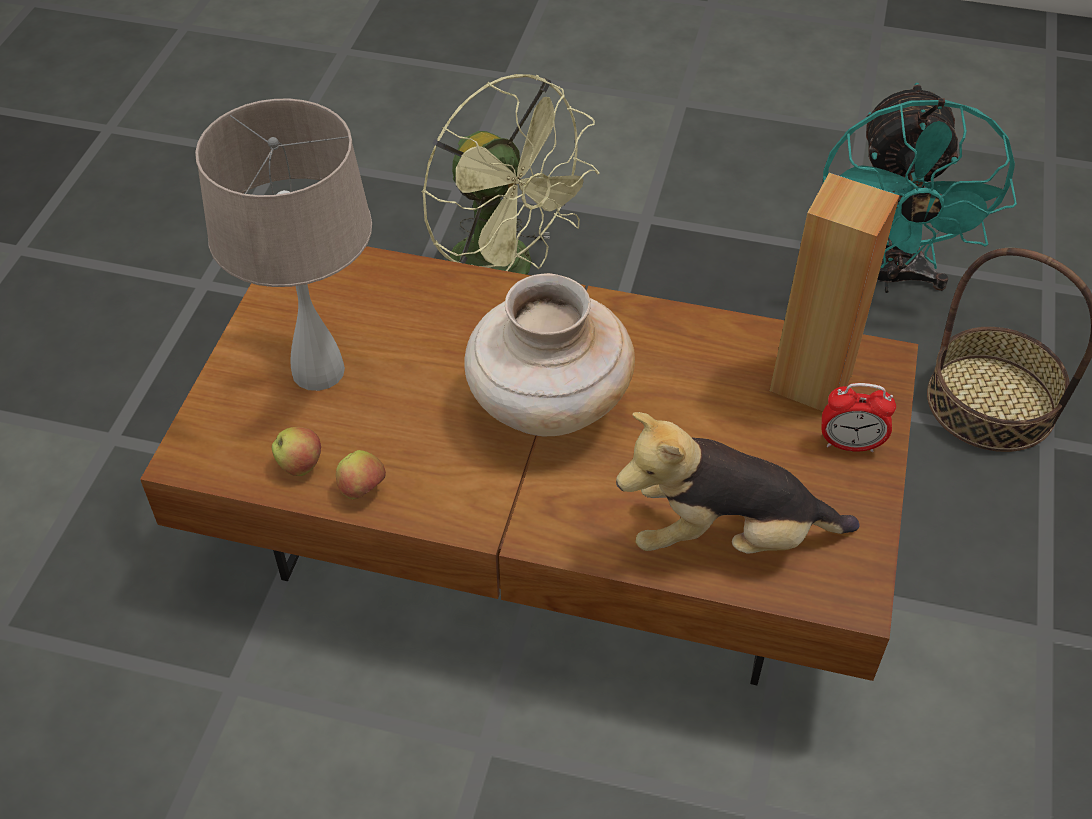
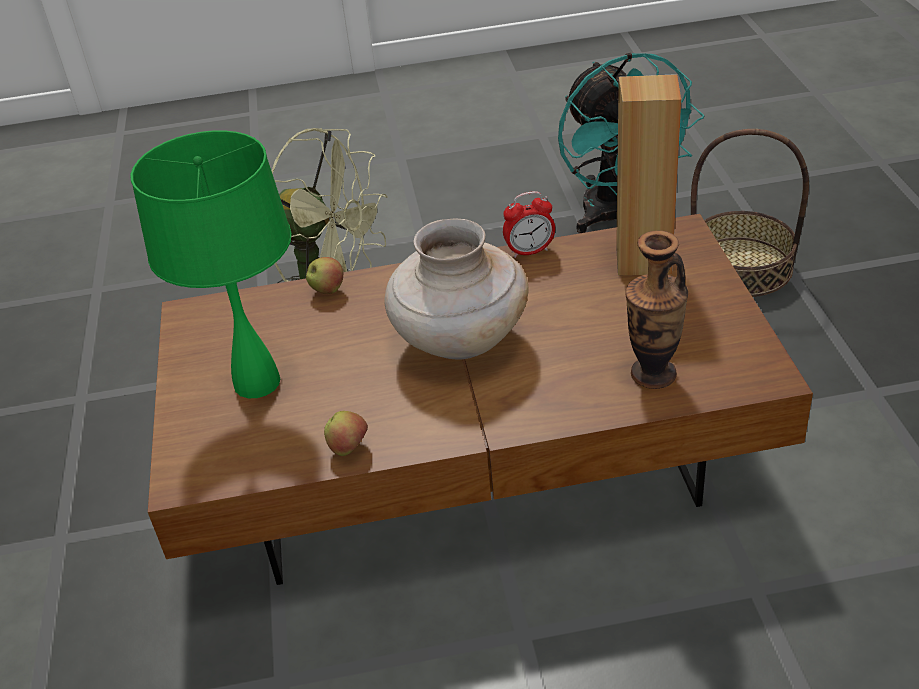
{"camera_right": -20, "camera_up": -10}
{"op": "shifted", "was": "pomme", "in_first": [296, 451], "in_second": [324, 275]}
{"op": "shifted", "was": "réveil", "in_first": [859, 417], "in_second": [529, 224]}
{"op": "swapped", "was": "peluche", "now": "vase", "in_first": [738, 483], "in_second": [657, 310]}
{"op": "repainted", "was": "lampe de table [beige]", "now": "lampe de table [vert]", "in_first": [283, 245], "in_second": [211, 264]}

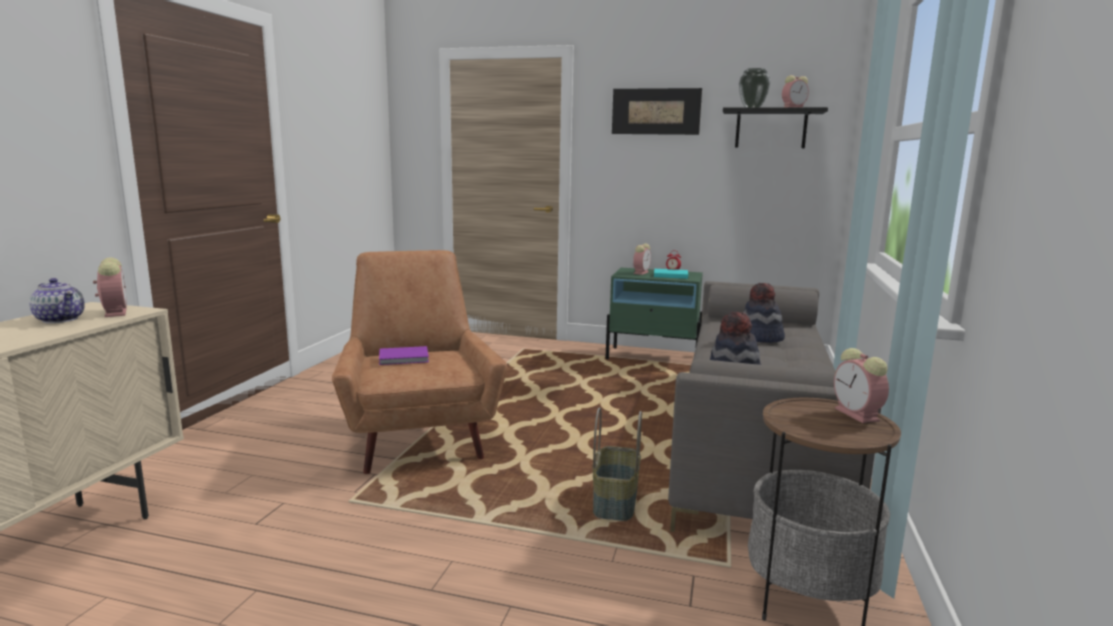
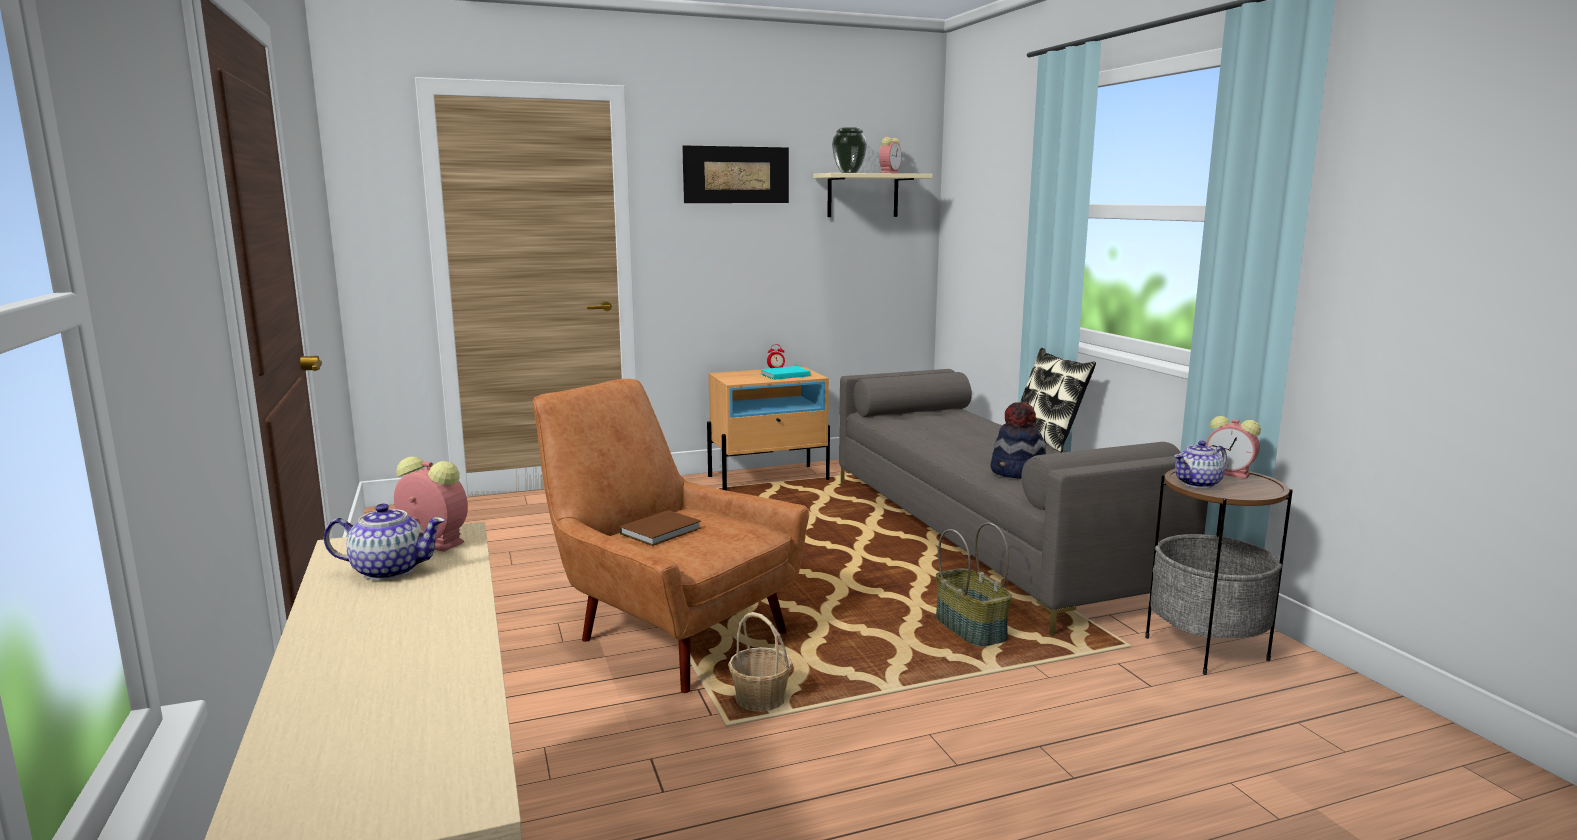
{"camera_right": -35, "camera_up": 0}
{"op": "gone", "was": "réveil", "in_first": [642, 259]}
{"op": "gone", "was": "chapeau", "in_first": [764, 313]}
{"op": "new", "now": "panier", "in_second": [760, 662]}
{"op": "new", "now": "coussin", "in_second": [1058, 400]}
{"op": "new", "now": "théière", "in_second": [1200, 464]}
{"op": "repainted", "was": "livre [violet]", "now": "livre [marron]", "in_first": [404, 355], "in_second": [660, 528]}
{"op": "repainted", "was": "table de chevet [vert]", "now": "table de chevet [beige]", "in_first": [654, 313], "in_second": [768, 429]}
{"op": "repainted", "was": "étagère [noir]", "now": "étagère [beige]", "in_first": [775, 127], "in_second": [872, 195]}

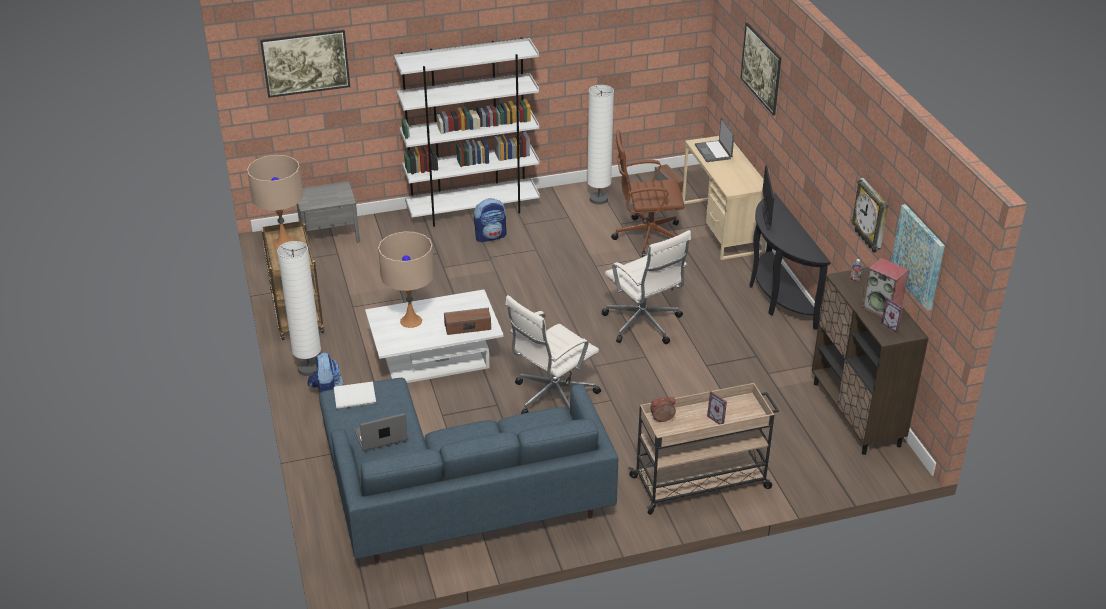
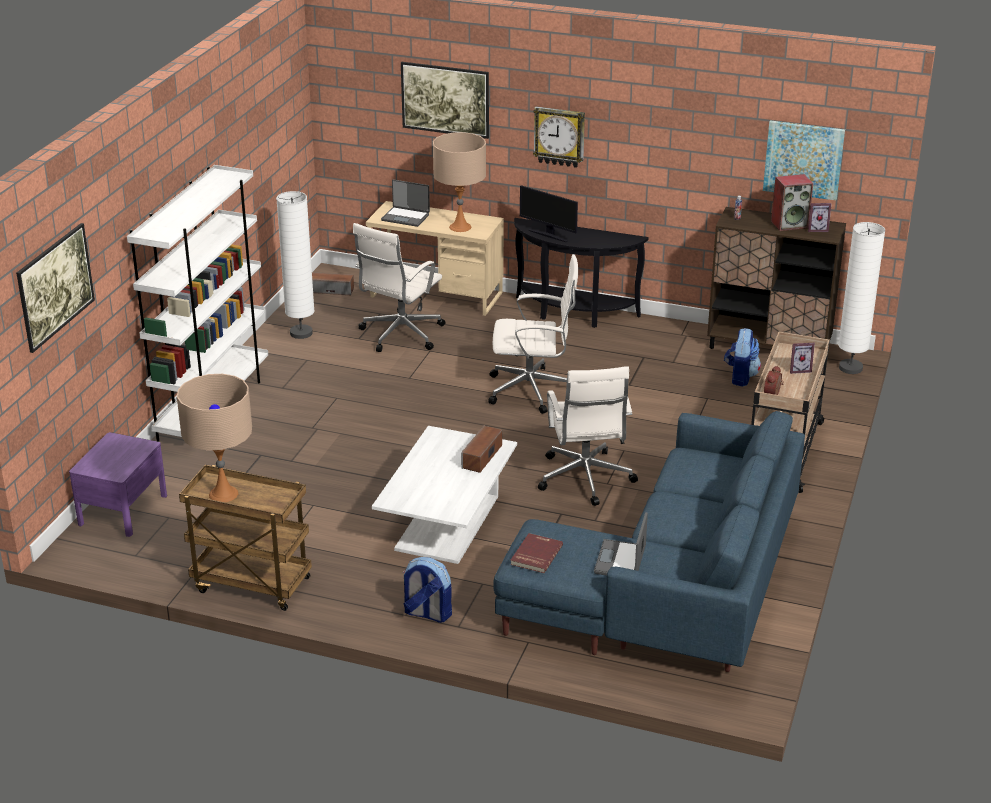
{"camera_right": -55, "camera_up": -5}
{"op": "shifted", "was": "lampadaire [blanc]", "in_first": [299, 308], "in_second": [861, 298]}
{"op": "shifted", "was": "lampe de table [beige]", "in_first": [406, 279], "in_second": [459, 182]}
{"op": "shifted", "was": "sac à dos", "in_first": [490, 220], "in_second": [742, 357]}
{"op": "shifted", "was": "horloge murale", "in_first": [869, 215], "in_second": [559, 137]}
{"op": "repainted", "was": "table de chevet [gris]", "now": "table de chevet [violet]", "in_first": [328, 212], "in_second": [118, 484]}
{"op": "repainted", "was": "livre [blanc]", "now": "livre [rouge]", "in_first": [355, 395], "in_second": [536, 553]}
{"op": "repainted", "was": "chaise de bureau [marron]", "now": "chaise de bureau [blanc]", "in_first": [647, 193], "in_second": [399, 287]}

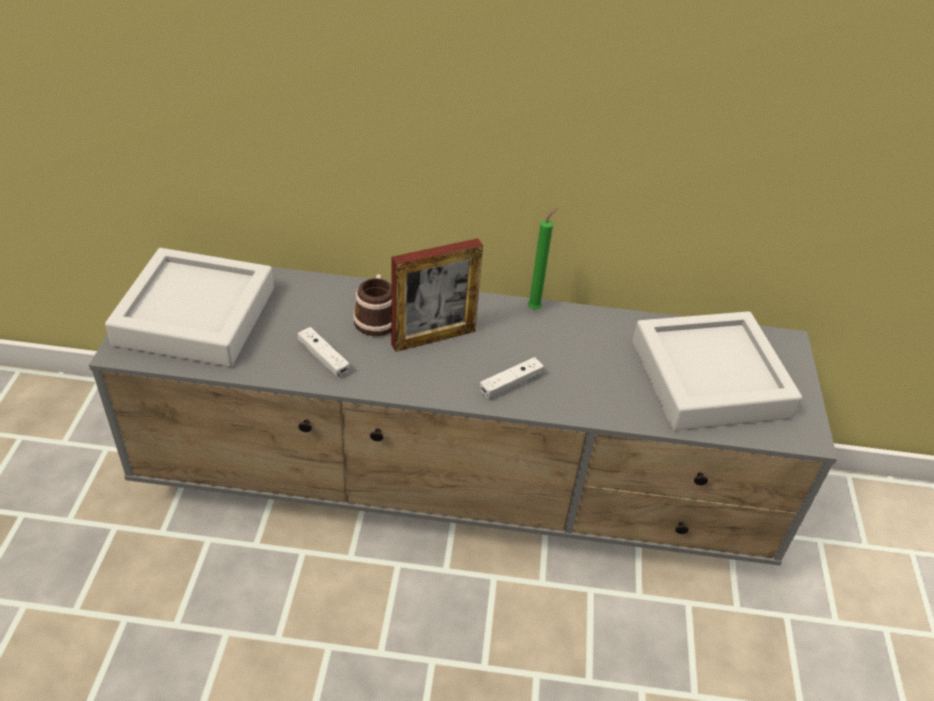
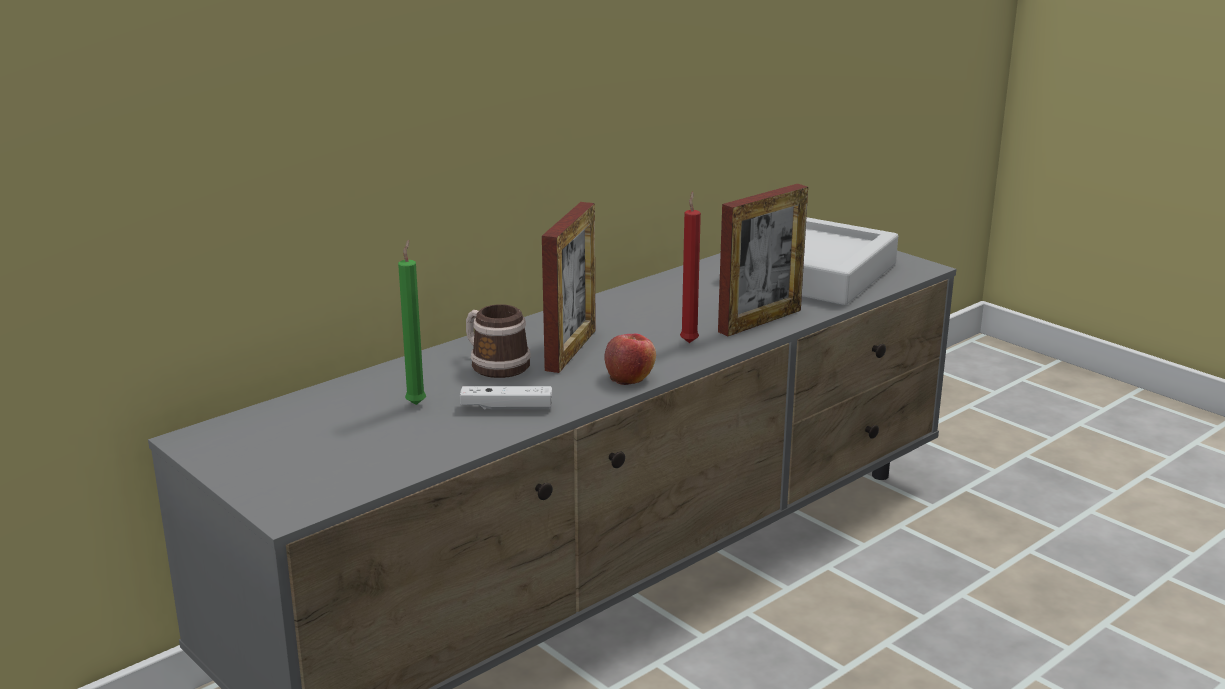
{"camera_right": -45, "camera_up": -20}
{"op": "gone", "was": "plateau [gris]", "in_first": [189, 307]}
{"op": "new", "now": "pomme", "in_second": [630, 359]}
{"op": "new", "now": "cadre photo", "in_second": [763, 260]}
{"op": "shifted", "was": "bougie [vert]", "in_first": [543, 258], "in_second": [412, 322]}
{"op": "swapped", "was": "manette [blanc]", "now": "bougie [rouge]", "in_first": [512, 378], "in_second": [690, 267]}

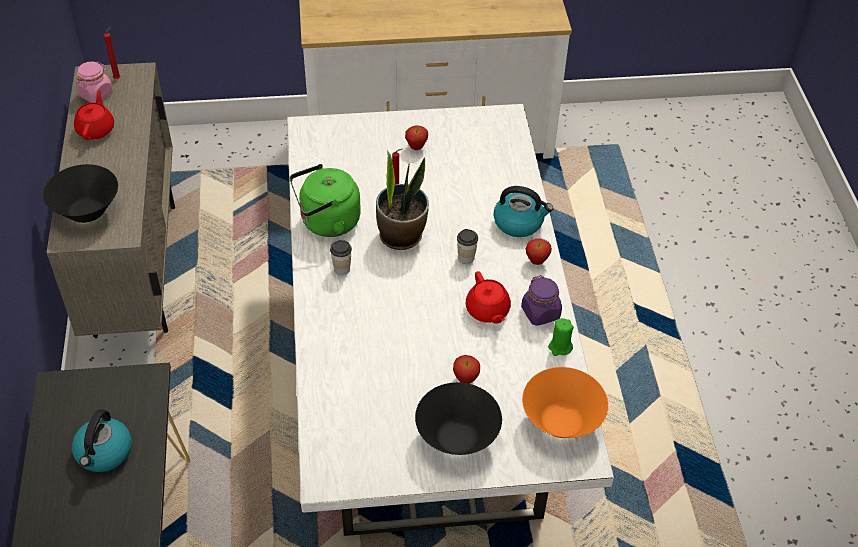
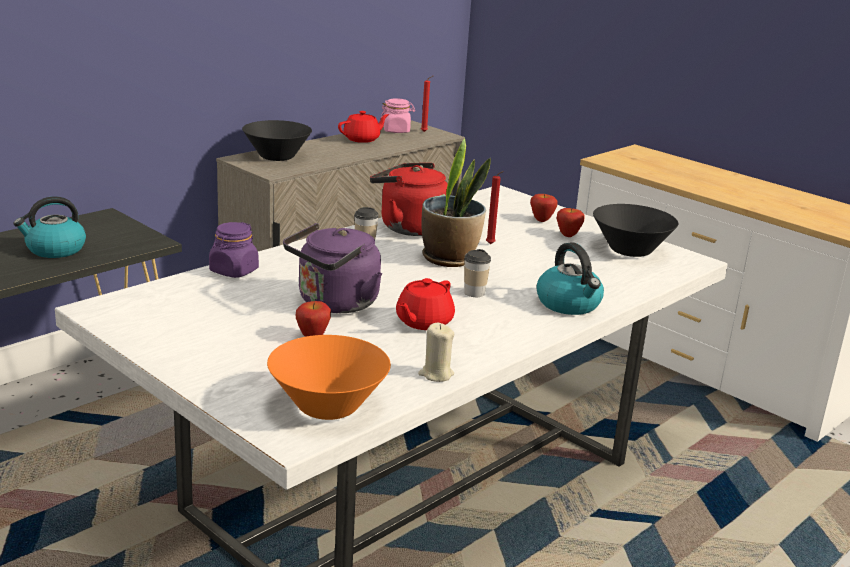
{"camera_right": 50, "camera_up": -25}
{"op": "new", "now": "bouilloire [violet]", "in_second": [332, 268]}
{"op": "shifted", "was": "bol [noir]", "in_first": [458, 418], "in_second": [635, 230]}
{"op": "shifted", "was": "bocal [violet]", "in_first": [541, 300], "in_second": [234, 250]}
{"op": "shifted", "was": "pomme", "in_first": [539, 252], "in_second": [543, 208]}
{"op": "repainted", "was": "bouilloire [vert]", "now": "bouilloire [rouge]", "in_first": [325, 200], "in_second": [409, 199]}
{"op": "repainted", "was": "bougie [vert]", "now": "bougie [beige]", "in_first": [561, 337], "in_second": [436, 352]}

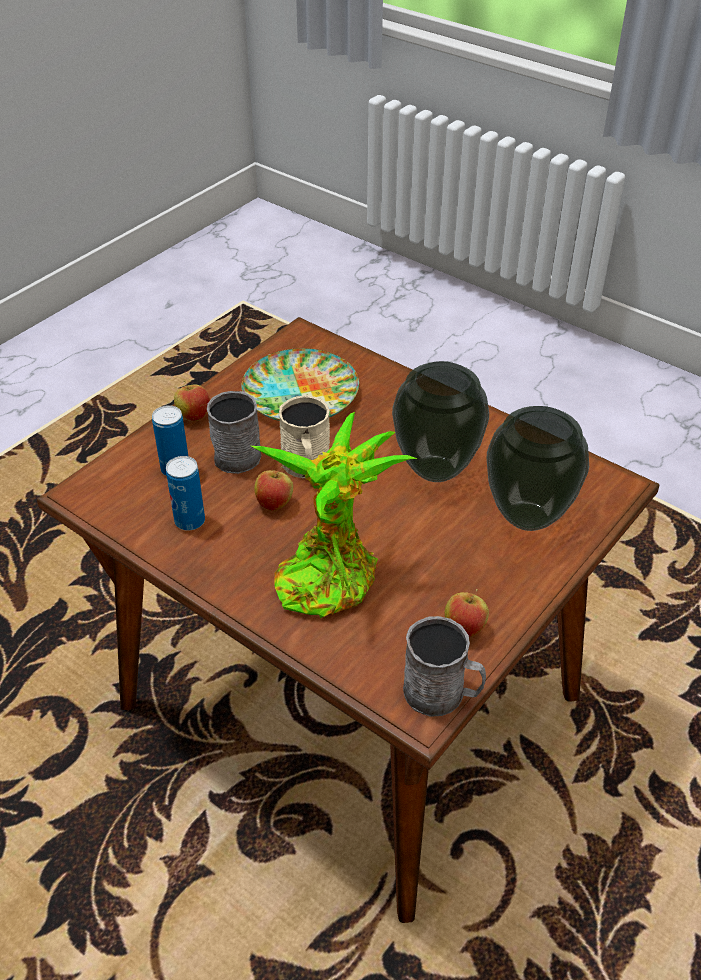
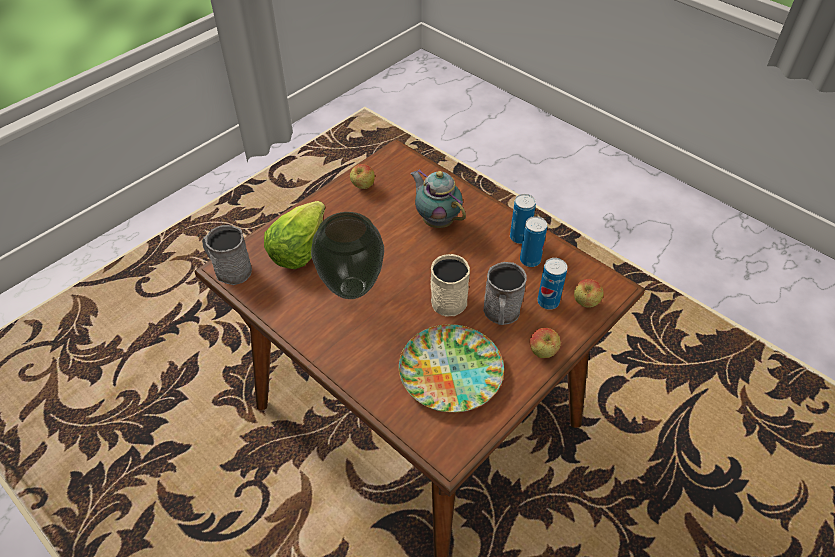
{"camera_right": -175, "camera_up": 5}
{"op": "new", "now": "boîte métallique", "in_second": [523, 219]}
{"op": "shifted", "was": "pomme", "in_first": [273, 488], "in_second": [588, 293]}
{"op": "shifted", "was": "mug [gris]", "in_first": [444, 666], "in_second": [227, 255]}
{"op": "swapped", "was": "plante en pot", "now": "théière", "in_first": [334, 515], "in_second": [438, 198]}
{"op": "swapped", "was": "vase", "now": "laitue", "in_first": [538, 468], "in_second": [294, 235]}

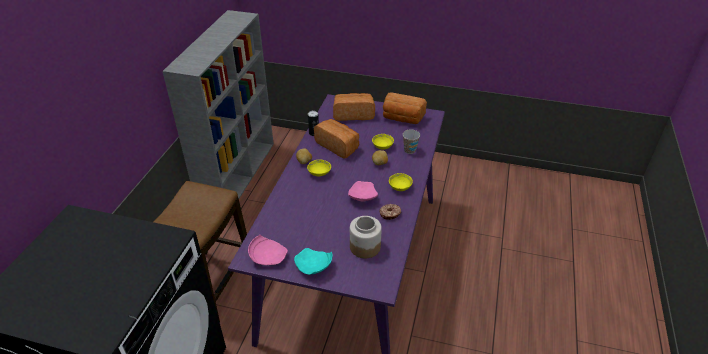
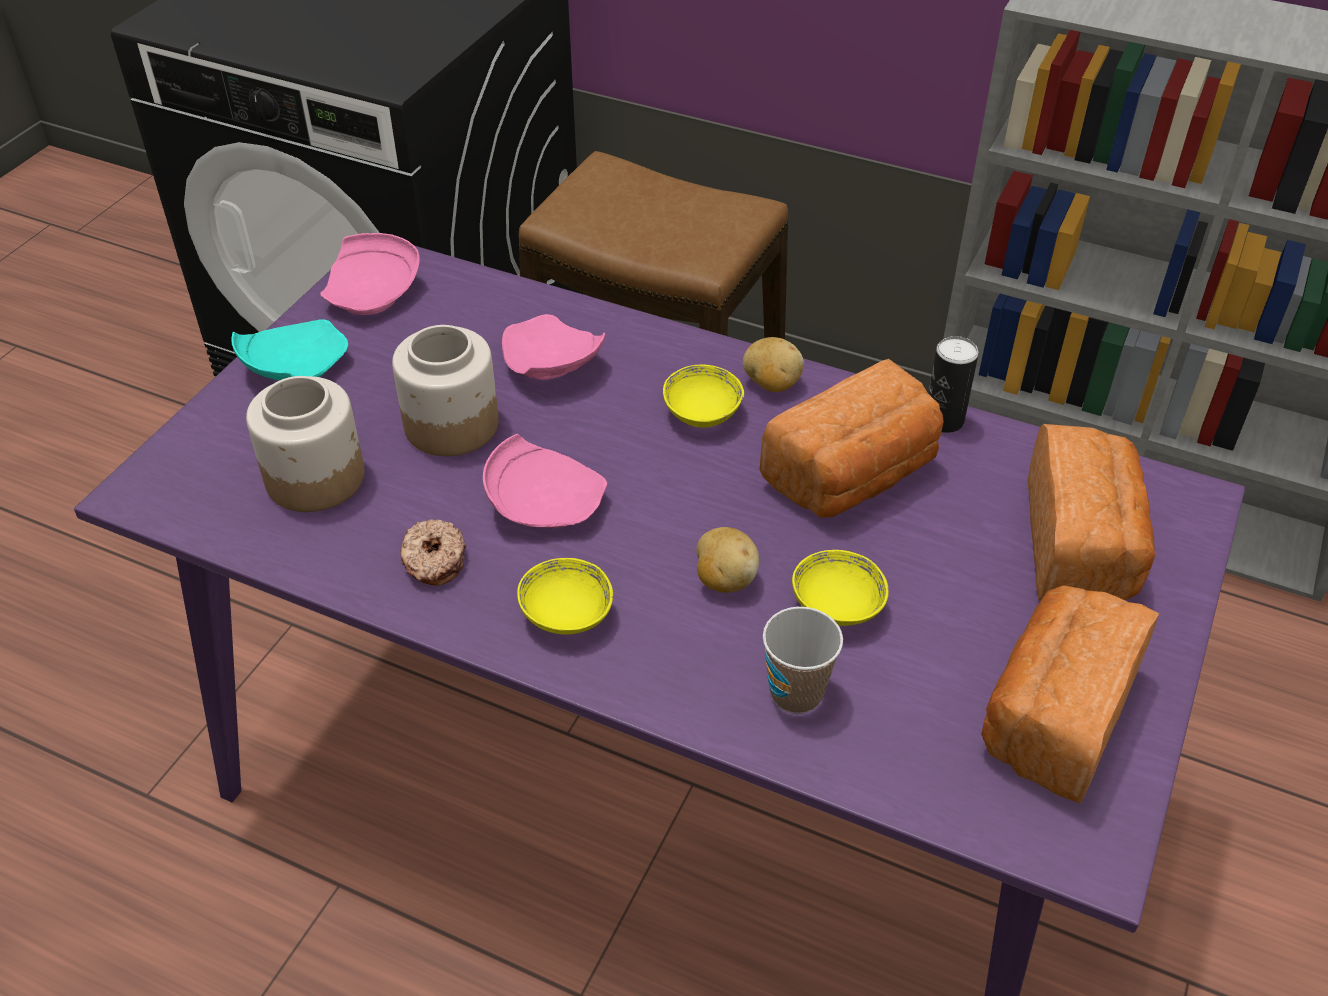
{"camera_right": 100, "camera_up": 5}
{"op": "new", "now": "bocal", "in_second": [445, 390]}
{"op": "new", "now": "assiette [rose]", "in_second": [553, 347]}

